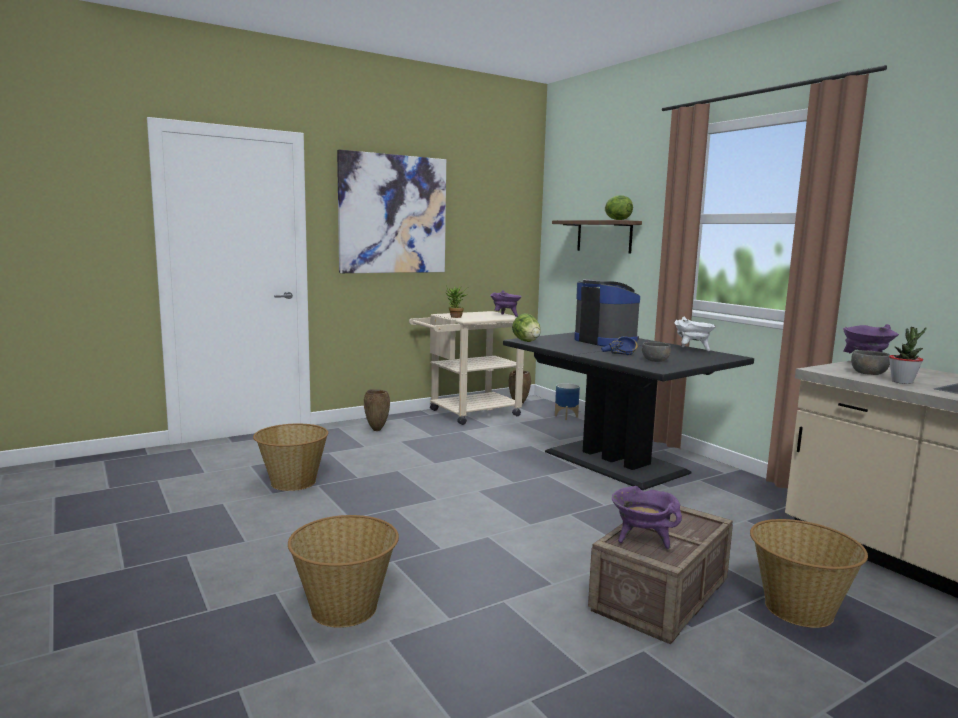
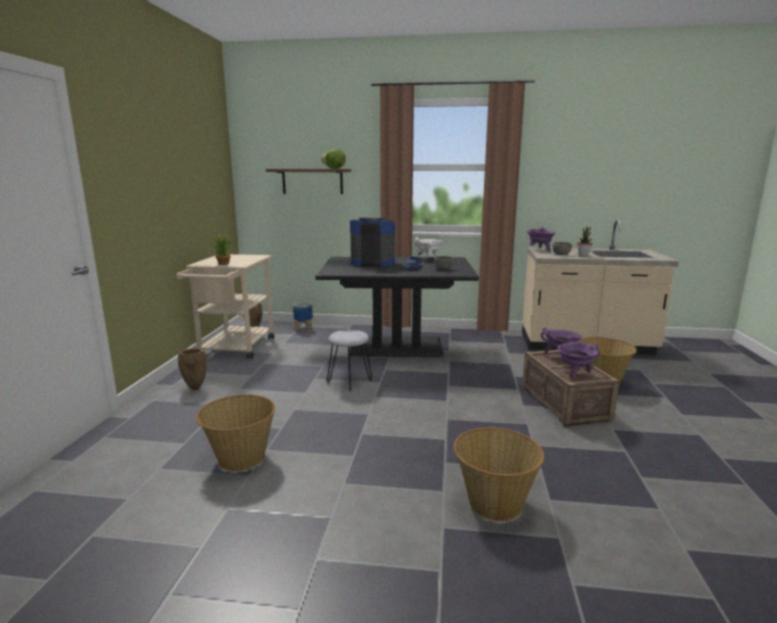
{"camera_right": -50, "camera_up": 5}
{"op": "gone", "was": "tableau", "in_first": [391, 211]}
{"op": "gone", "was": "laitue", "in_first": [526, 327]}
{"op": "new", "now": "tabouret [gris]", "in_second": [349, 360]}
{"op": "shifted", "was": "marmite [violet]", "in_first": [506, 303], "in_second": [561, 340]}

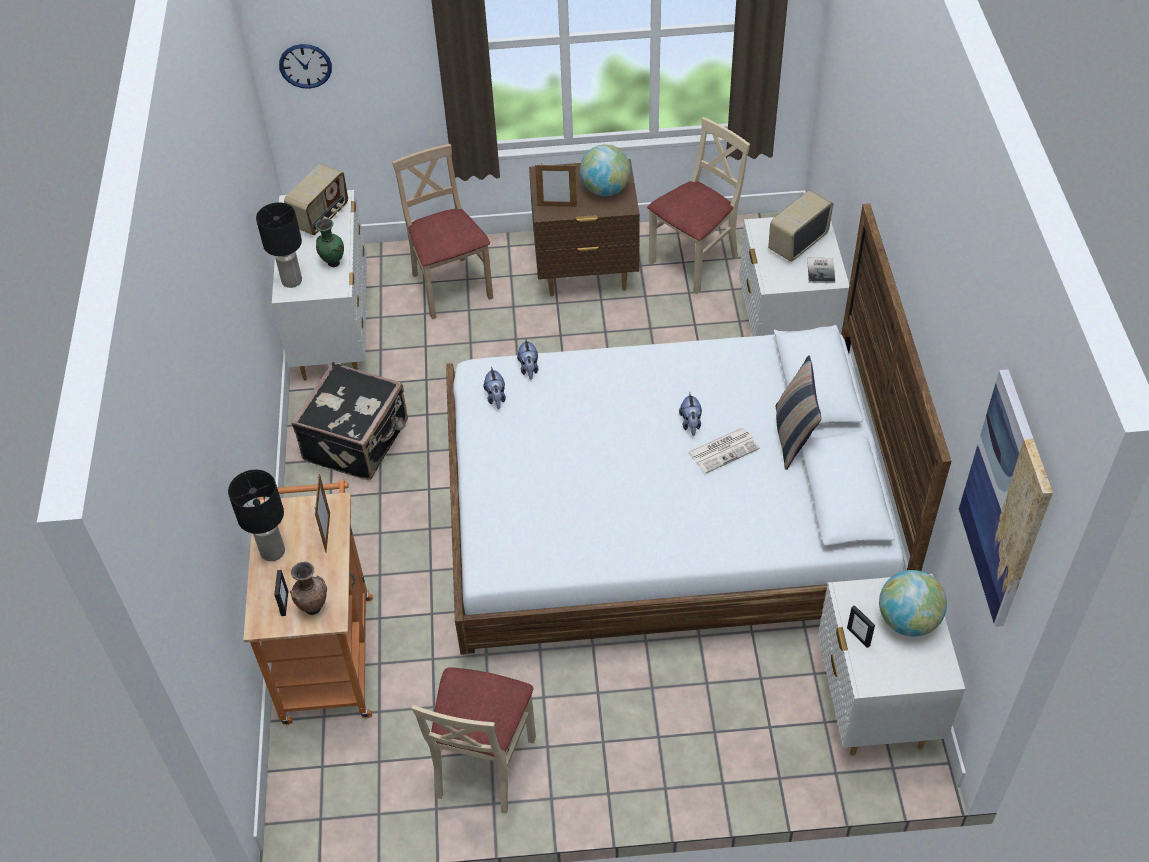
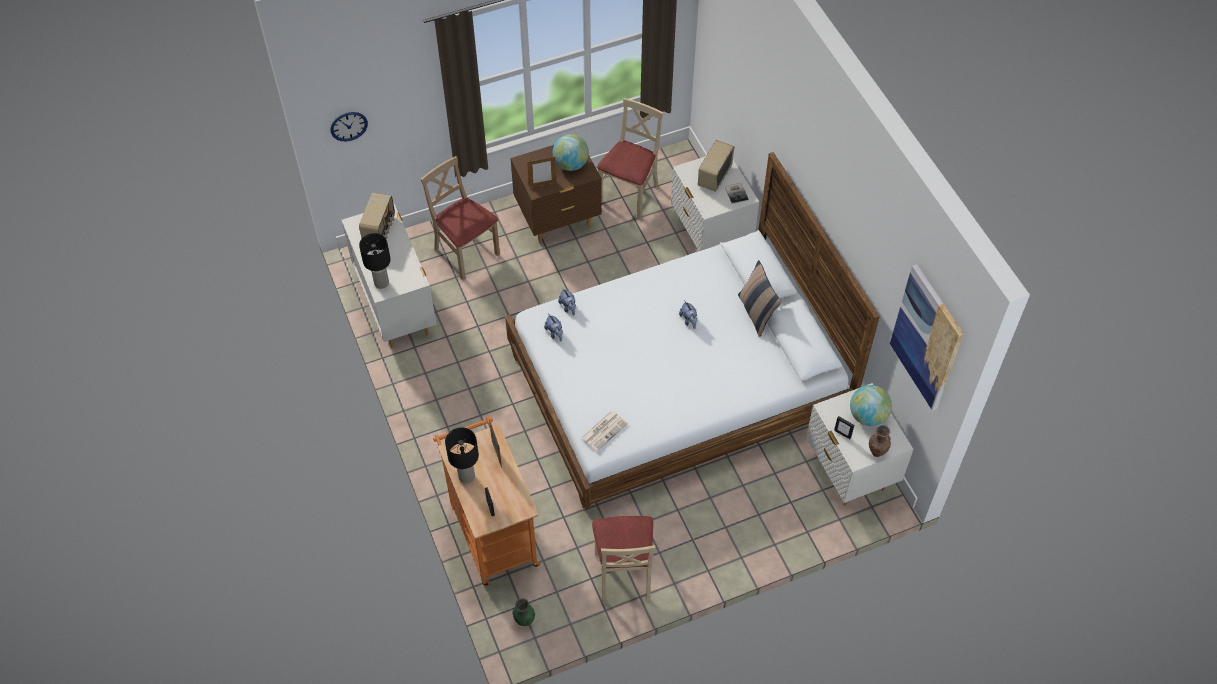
{"camera_right": -20, "camera_up": 5}
{"op": "gone", "was": "valise [noir]", "in_first": [349, 421]}
{"op": "shifted", "was": "vase [marron]", "in_first": [308, 588], "in_second": [880, 441]}
{"op": "shifted", "was": "vase [vert]", "in_first": [329, 242], "in_second": [523, 612]}
{"op": "shifted", "was": "journal", "in_first": [724, 450], "in_second": [604, 431]}

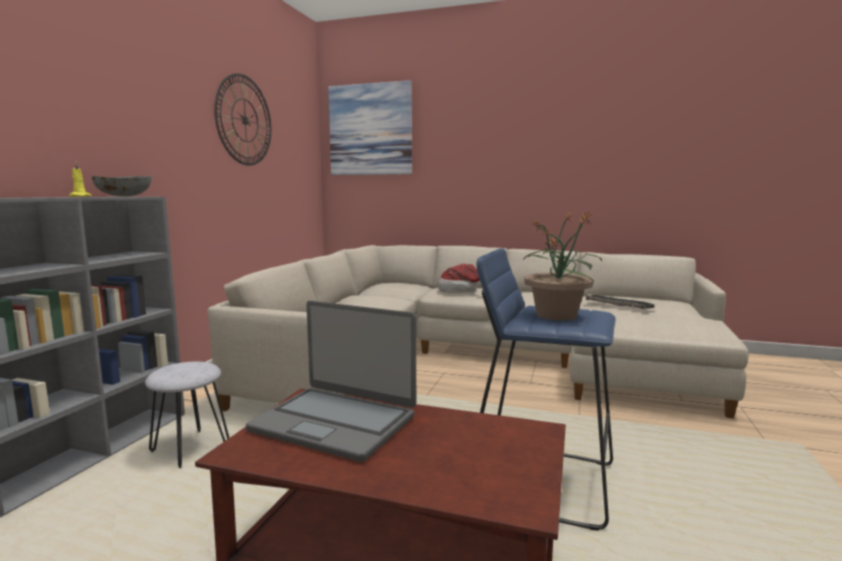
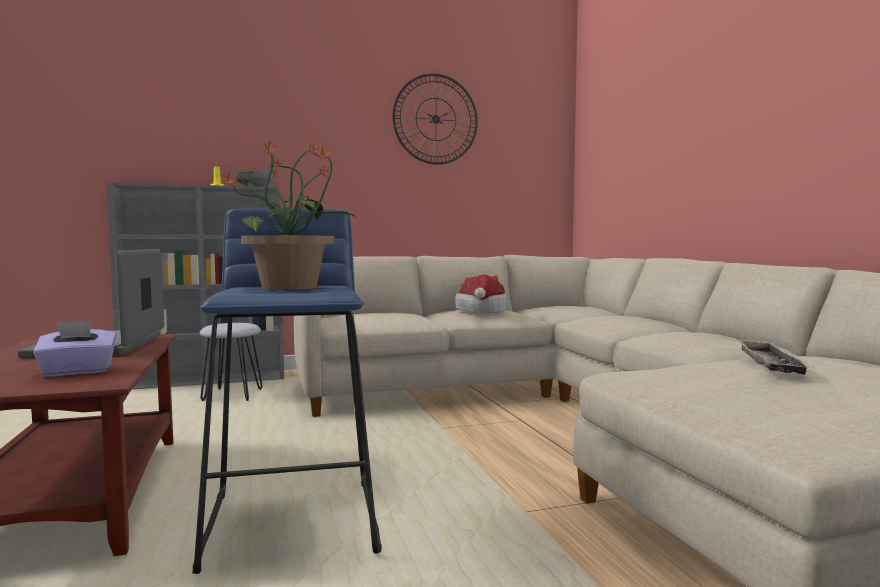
{"camera_right": 55, "camera_up": -5}
{"op": "gone", "was": "tableau", "in_first": [370, 127]}
{"op": "new", "now": "boîte à mouchoirs [violet]", "in_second": [74, 348]}
{"op": "shifted", "was": "chapeau", "in_first": [459, 278], "in_second": [481, 294]}

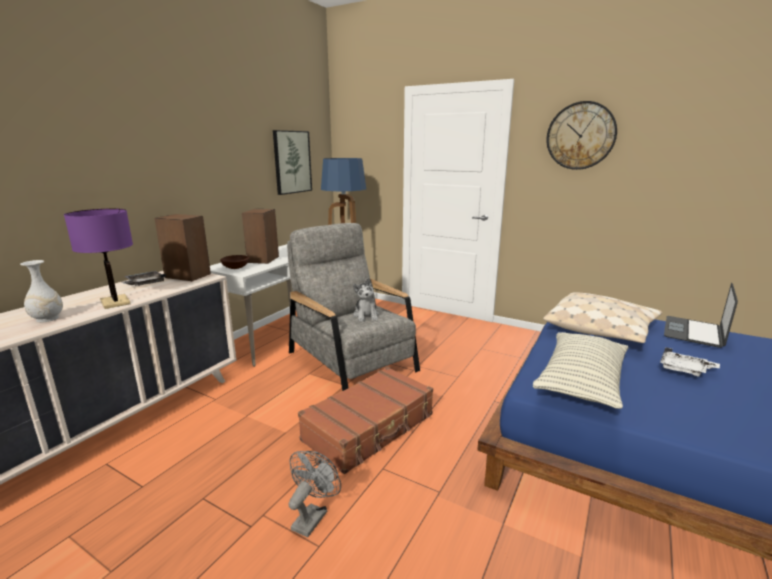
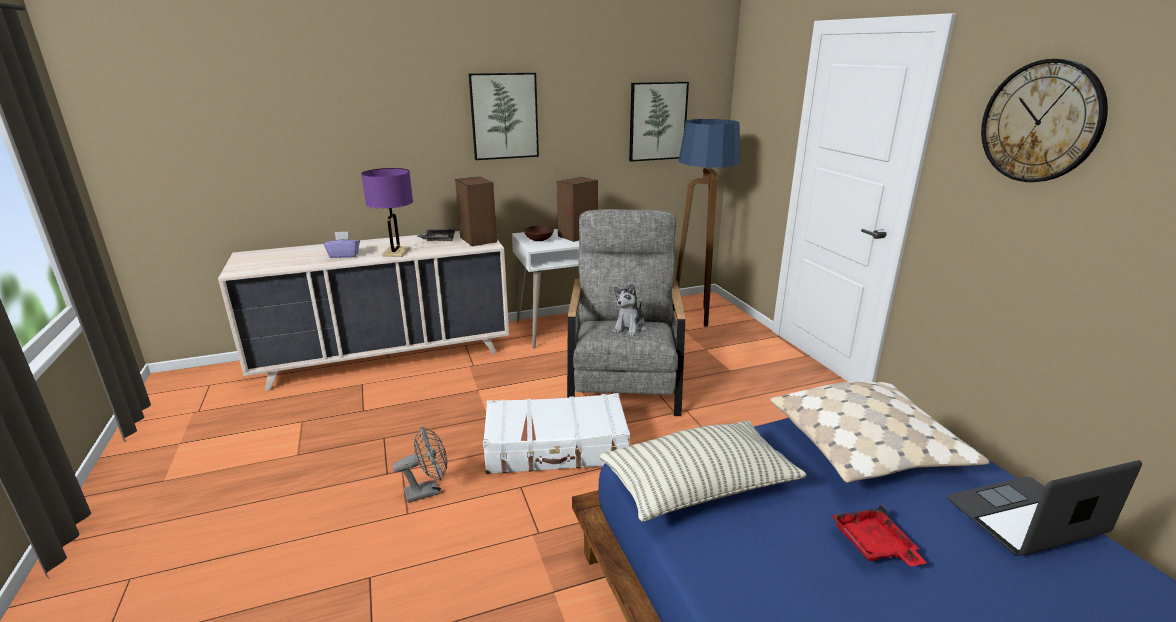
{"camera_right": 40, "camera_up": 5}
{"op": "new", "now": "tableau", "in_second": [504, 116]}
{"op": "swapped", "was": "vase [blanc]", "now": "boîte à mouchoirs [violet]", "in_first": [41, 291], "in_second": [342, 244]}
{"op": "repainted", "was": "valise [marron]", "now": "valise [blanc]", "in_first": [365, 420], "in_second": [556, 433]}
{"op": "repainted", "was": "plateau [blanc]", "now": "plateau [rouge]", "in_first": [690, 362], "in_second": [879, 535]}

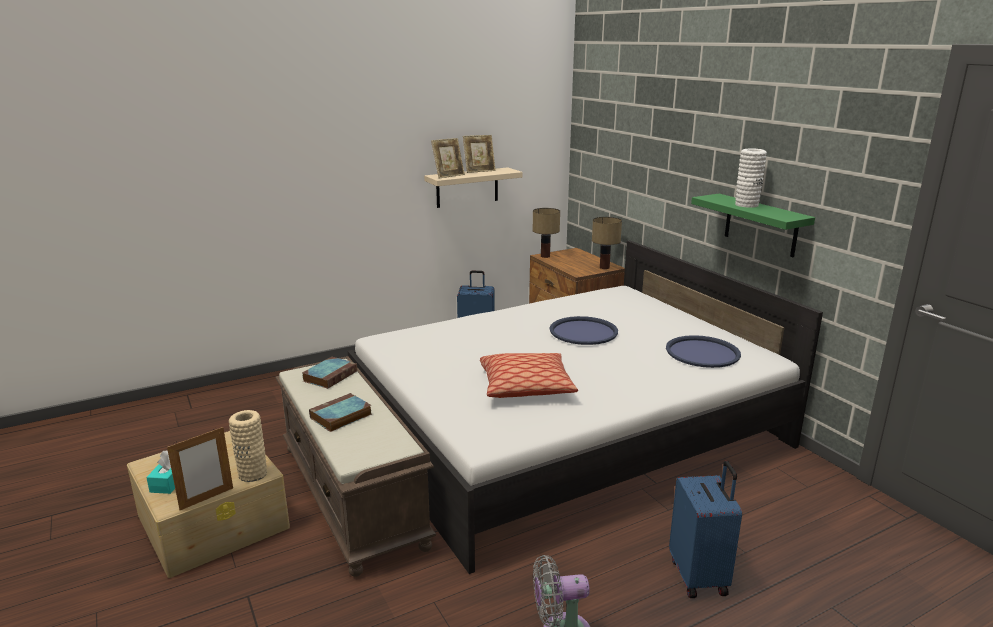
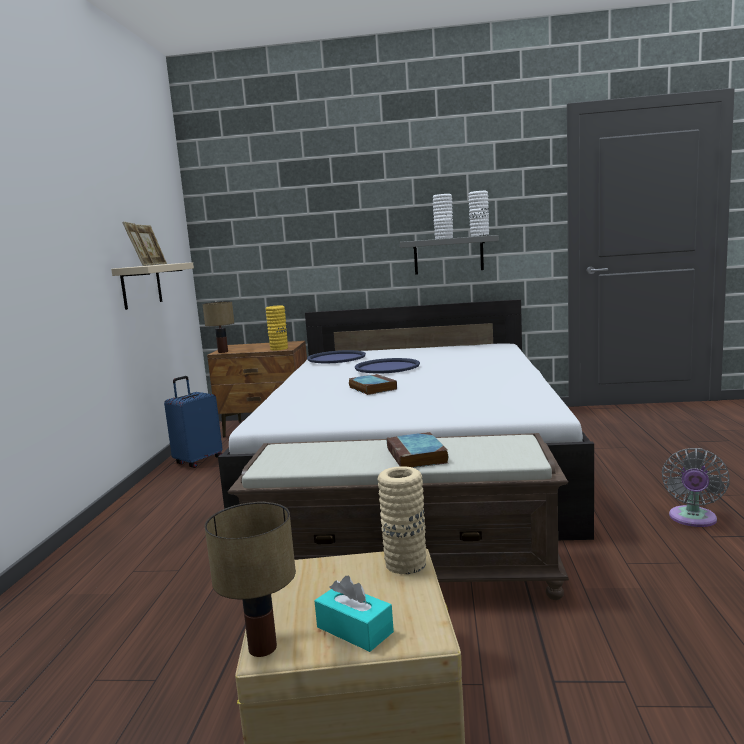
{"camera_right": -55, "camera_up": -10}
{"op": "gone", "was": "cadre photo", "in_first": [200, 468]}
{"op": "gone", "was": "coussin", "in_first": [529, 375]}
{"op": "gone", "was": "valise [bleu]", "in_first": [705, 529]}
{"op": "new", "now": "vase [jaune]", "in_second": [276, 327]}
{"op": "new", "now": "vase [blanc]", "in_second": [478, 214]}
{"op": "shifted", "was": "livre", "in_first": [329, 373], "in_second": [373, 384]}
{"op": "shifted", "was": "lampe de table", "in_first": [607, 243], "in_second": [250, 579]}
{"op": "shifted", "was": "plateau [bleu]", "in_first": [703, 351], "in_second": [336, 356]}
{"op": "repainted", "was": "étagère [vert]", "now": "étagère [gris]", "in_first": [753, 225], "in_second": [449, 255]}

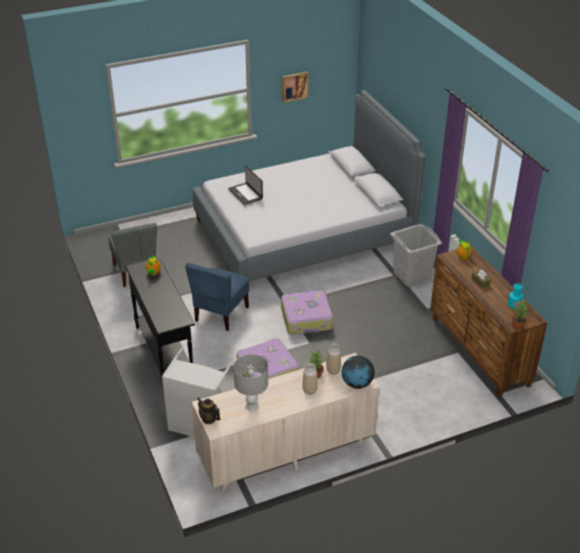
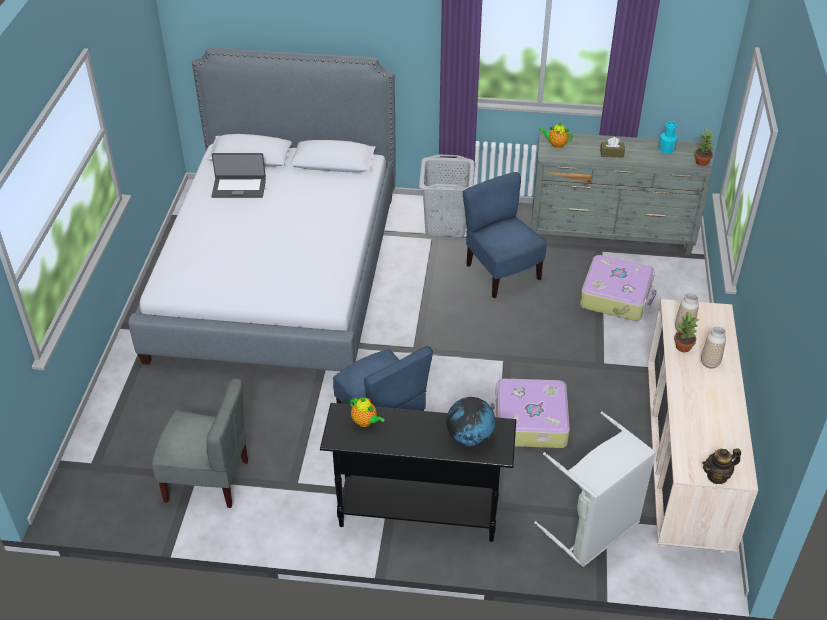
{"camera_right": -60, "camera_up": 5}
{"op": "gone", "was": "lampe de table [gris]", "in_first": [250, 383]}
{"op": "gone", "was": "tableau", "in_first": [295, 87]}
{"op": "new", "now": "chaise [bleu]", "in_second": [505, 235]}
{"op": "shifted", "was": "ordinateur portable", "in_first": [245, 185], "in_second": [239, 175]}
{"op": "shifted", "was": "valise", "in_first": [307, 312], "in_second": [618, 288]}
{"op": "shifted", "was": "globe", "in_first": [358, 372], "in_second": [470, 421]}
{"op": "repainted", "was": "commode [marron]", "now": "commode [gris]", "in_first": [489, 321], "in_second": [621, 193]}

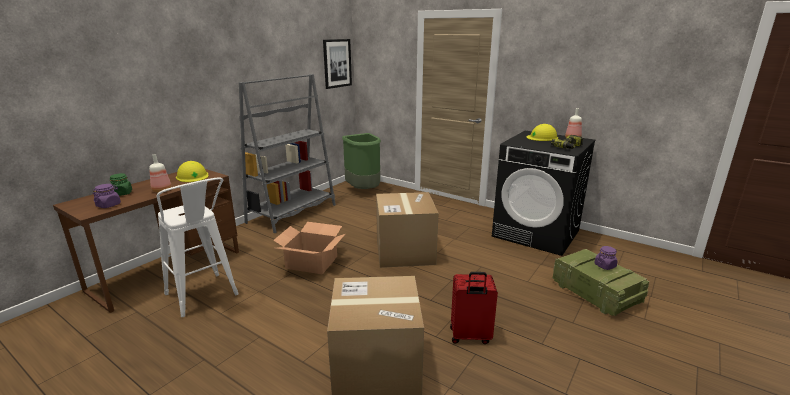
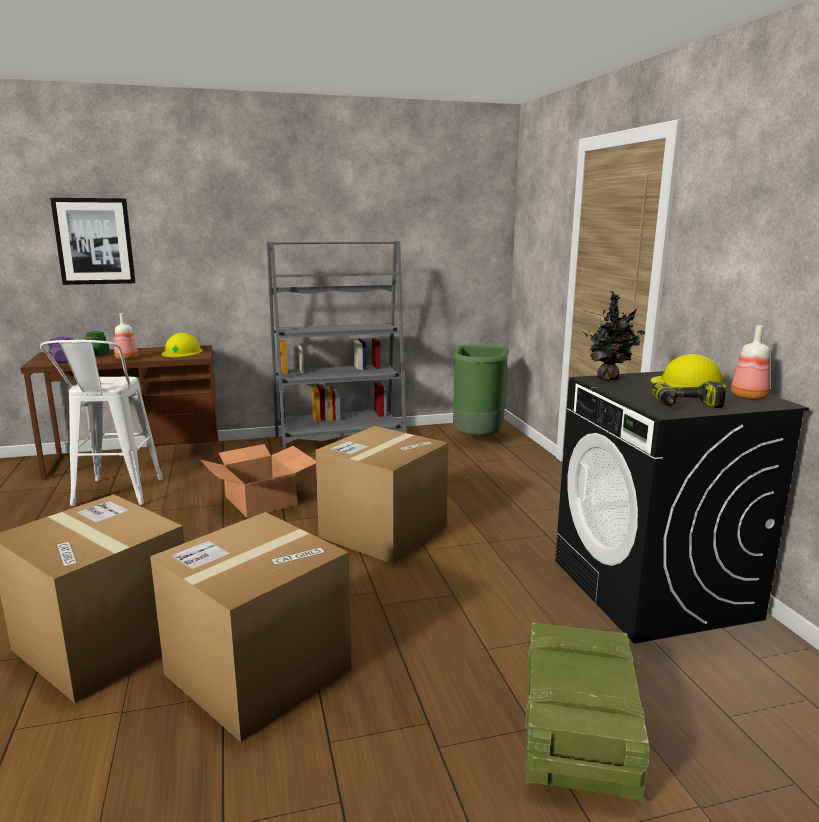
{"camera_right": 40, "camera_up": -5}
{"op": "gone", "was": "bocal [violet]", "in_first": [606, 258]}
{"op": "new", "now": "plante en pot", "in_second": [613, 335]}
{"op": "shifted", "was": "tableau", "in_first": [337, 64], "in_second": [92, 241]}
{"op": "swapped", "was": "valise [rouge]", "now": "carton", "in_first": [474, 308], "in_second": [250, 627]}

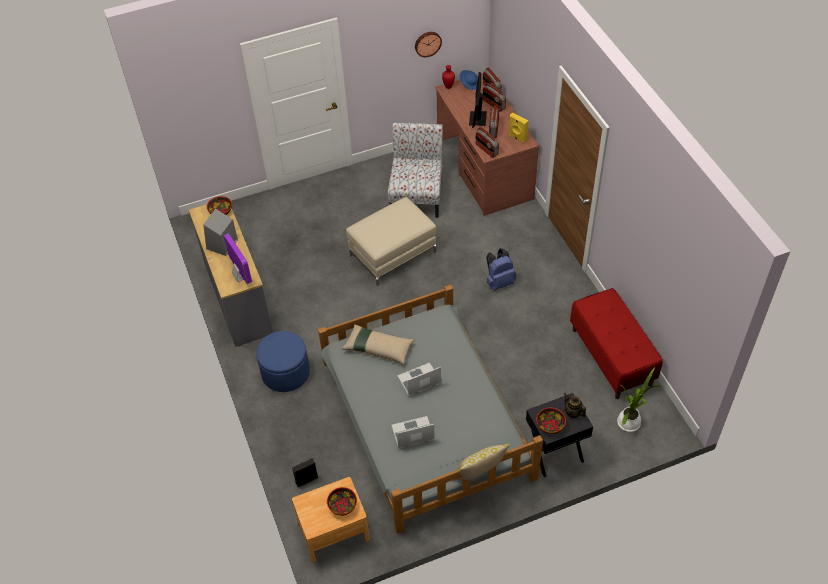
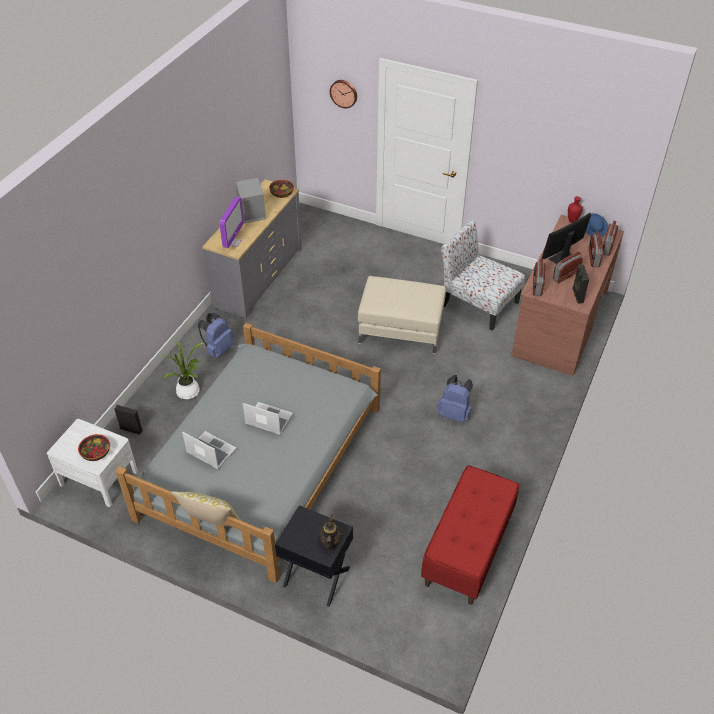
{"camera_right": 45, "camera_up": -5}
{"op": "gone", "was": "coussin [beige]", "in_first": [378, 345]}
{"op": "gone", "was": "bol", "in_first": [551, 421]}
{"op": "shifted", "was": "horloge murale", "in_first": [428, 44], "in_second": [343, 94]}
{"op": "shifted", "was": "plante en pot", "in_first": [639, 399], "in_second": [184, 369]}
{"op": "swapped", "was": "pouf [bleu]", "now": "sac à dos [bleu]", "in_first": [283, 361], "in_second": [216, 335]}
{"op": "repainted", "was": "table de chevet [marron]", "now": "table de chevet [blanc]", "in_first": [331, 519], "in_second": [92, 463]}
{"op": "repainted", "was": "enceinte [jaune]", "now": "enceinte [noir]", "in_first": [518, 128], "in_second": [580, 284]}
{"op": "rotated", "was": "chaise", "in_first": [415, 170], "in_second": [483, 275], "clockwise": -105}

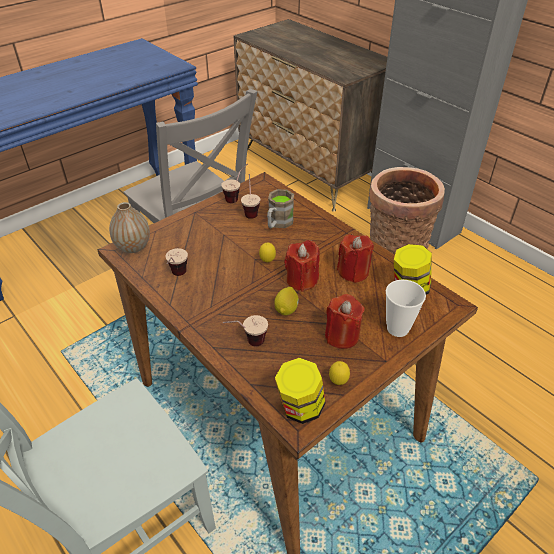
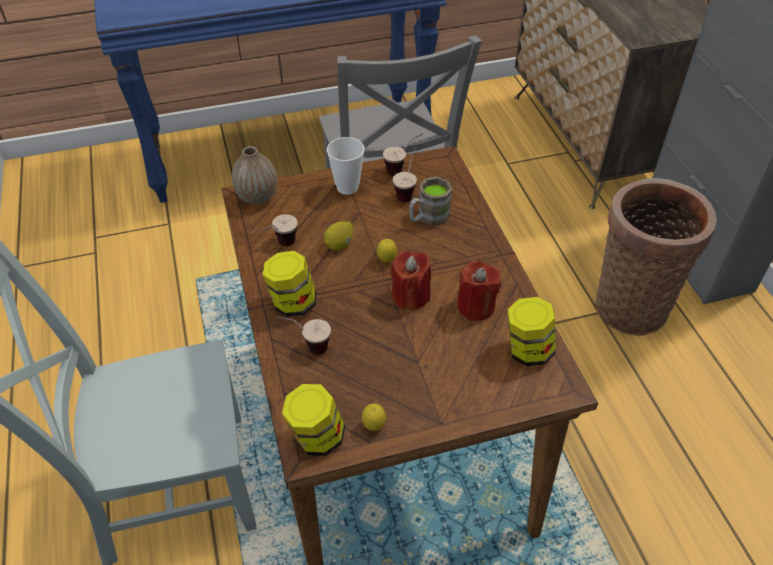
{"camera_right": 25, "camera_up": 5}
{"op": "gone", "was": "bougie [rouge]", "in_first": [345, 321]}
{"op": "new", "now": "bocal", "in_second": [289, 284]}
{"op": "shifted", "was": "citron", "in_first": [286, 301], "in_second": [338, 235]}
{"op": "shifted", "was": "tasse", "in_first": [406, 308], "in_second": [346, 166]}

